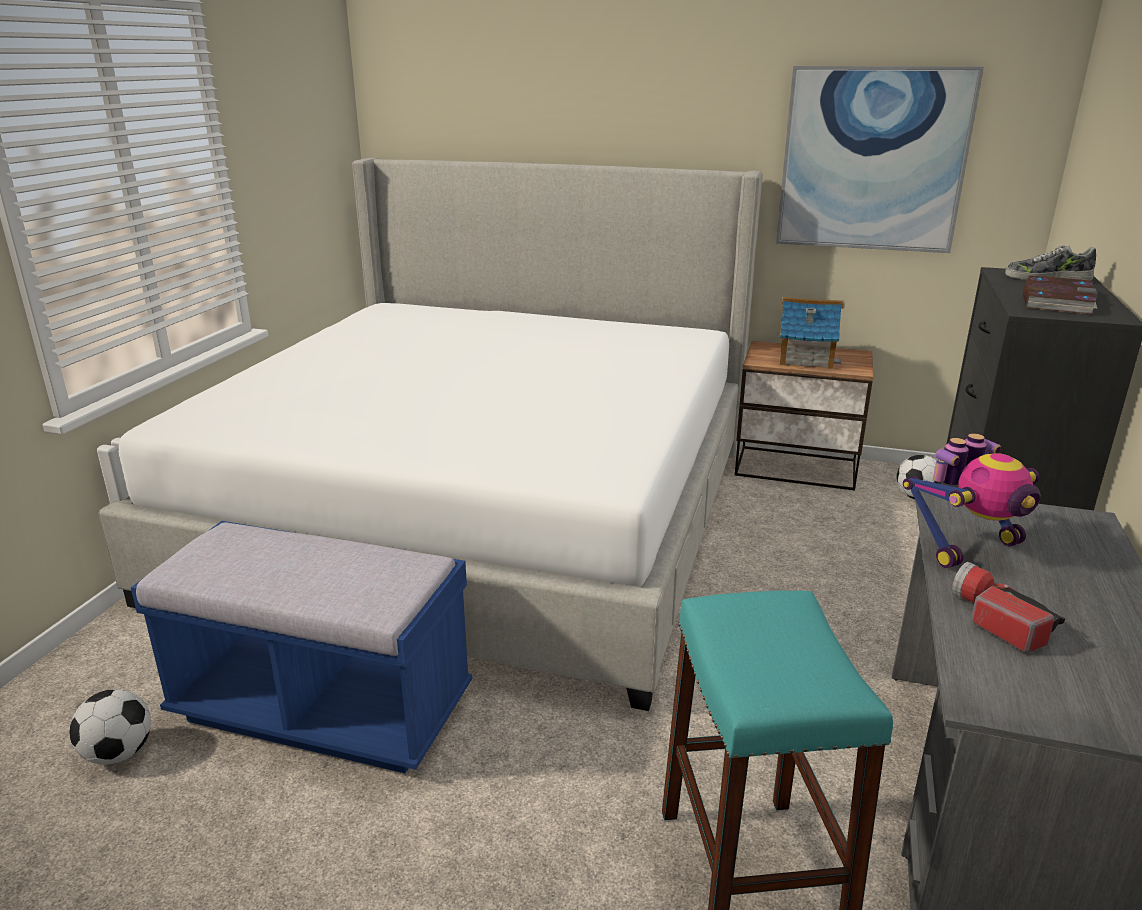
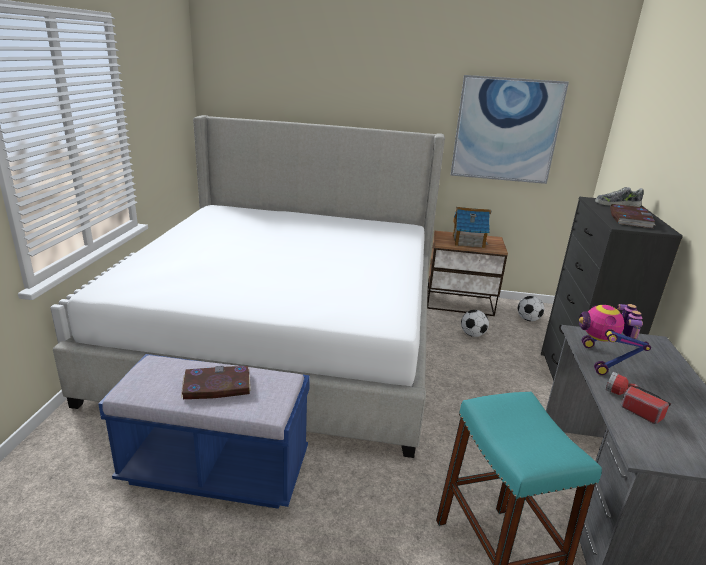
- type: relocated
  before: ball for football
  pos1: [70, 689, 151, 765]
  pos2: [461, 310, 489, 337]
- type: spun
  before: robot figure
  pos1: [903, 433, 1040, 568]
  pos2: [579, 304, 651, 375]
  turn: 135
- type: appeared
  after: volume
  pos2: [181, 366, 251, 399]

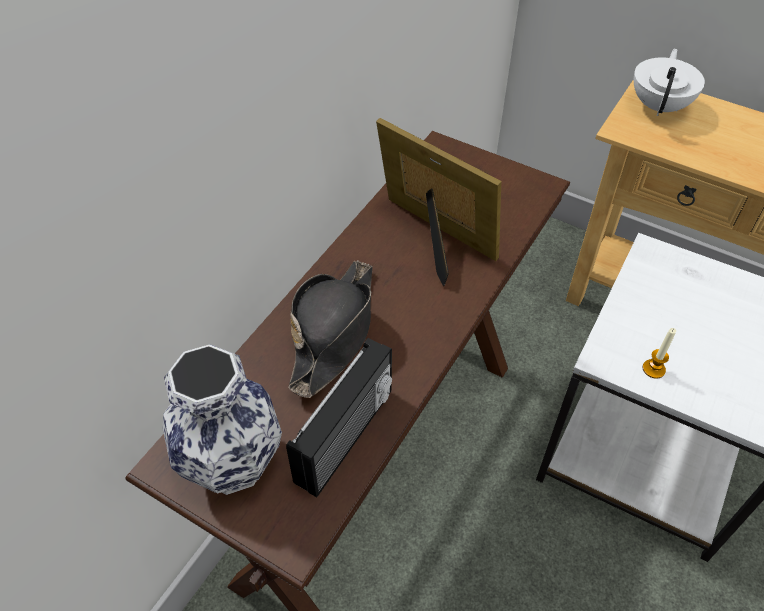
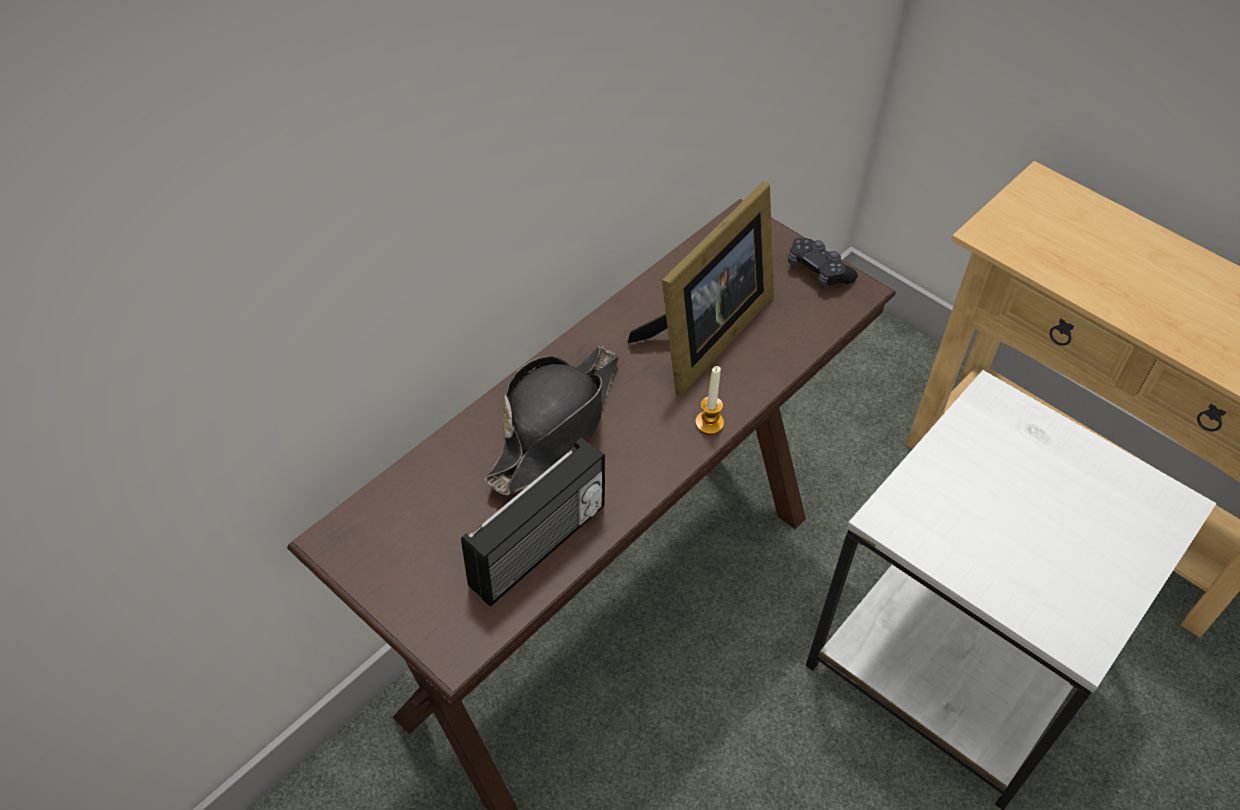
- type: missing
  before: vase
  pos1: [163, 344, 282, 495]
- type: spun
  before: standing frame
  pos1: [376, 118, 501, 286]
  pos2: [628, 181, 774, 396]
  turn: 75
- type: missing
  before: white-coloured pot for tea
  pos1: [634, 49, 705, 116]
- type: relocated
  before: candle
  pos1: [643, 328, 676, 379]
  pos2: [695, 366, 724, 435]
- type: appeared
  after: black-coloured game controller
  pos2: [788, 238, 858, 288]

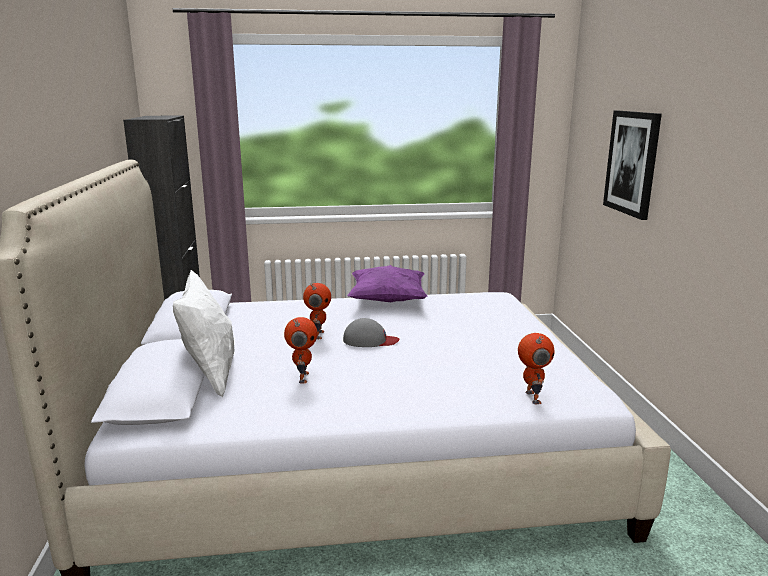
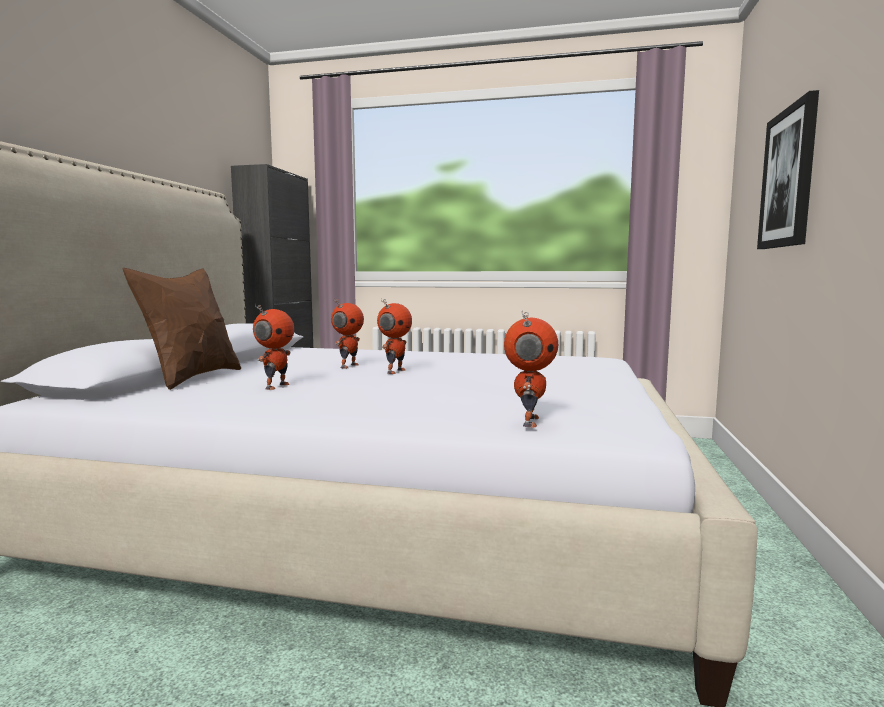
- type: colour
  before: white-coloured pillow
  after: brown pillow
  pos1: [173, 270, 234, 398]
  pos2: [123, 268, 241, 390]
- type: exchanged
  before: gray baseball cap
  after: robot figure
  pos1: [343, 318, 399, 347]
  pos2: [377, 298, 412, 374]
- type: missing
  before: purplish pillow
  pos1: [347, 265, 427, 302]

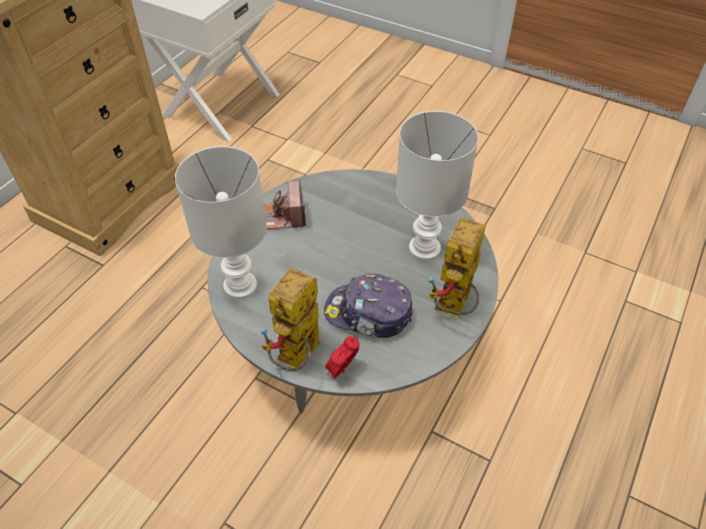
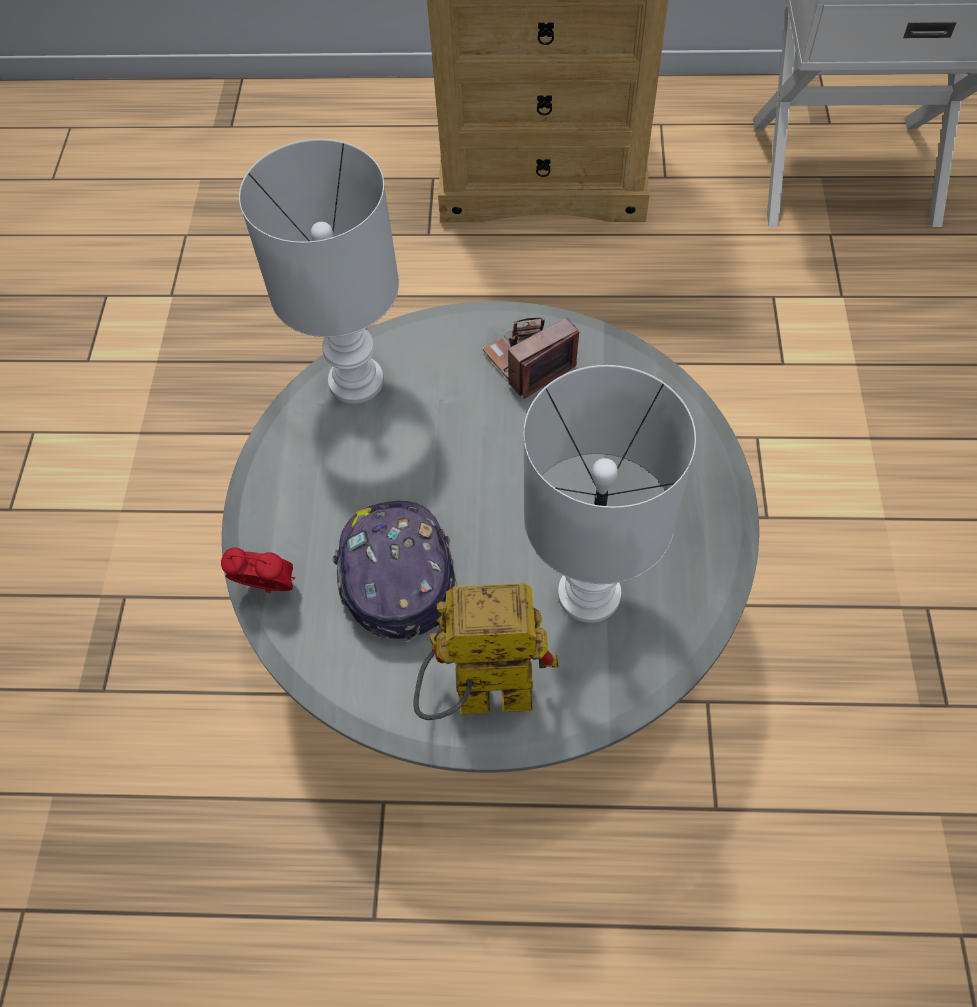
- type: missing
  before: robot figure
  pos1: [261, 268, 320, 371]

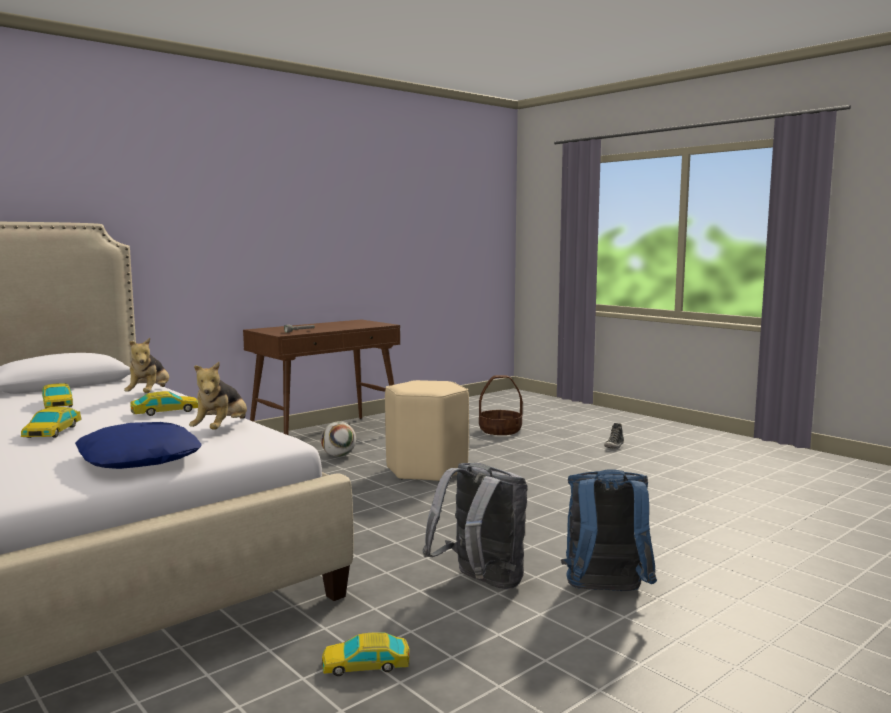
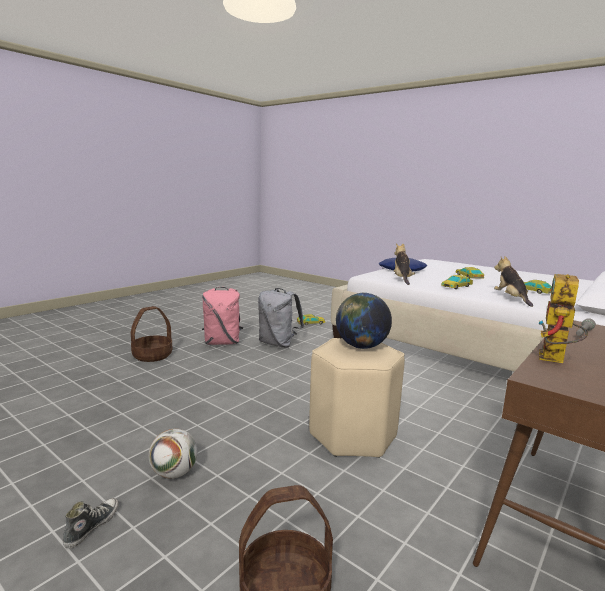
- type: relocated
  before: ball for football
  pos1: [321, 422, 356, 457]
  pos2: [149, 429, 198, 479]
- type: colour
  before: bluish rucksack
  after: pinkish rucksack
  pos1: [561, 469, 657, 591]
  pos2: [202, 287, 243, 345]
- type: appeared
  after: basket
  pos2: [131, 306, 172, 362]
- type: appeared
  after: globe
  pos2: [336, 292, 392, 349]
- type: appeared
  after: robot figure
  pos2: [538, 274, 588, 363]

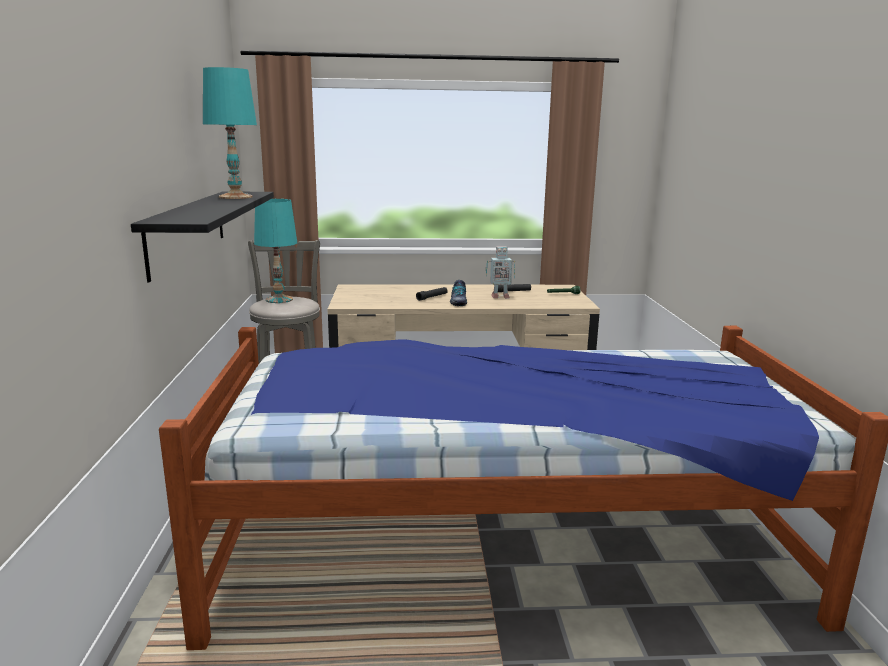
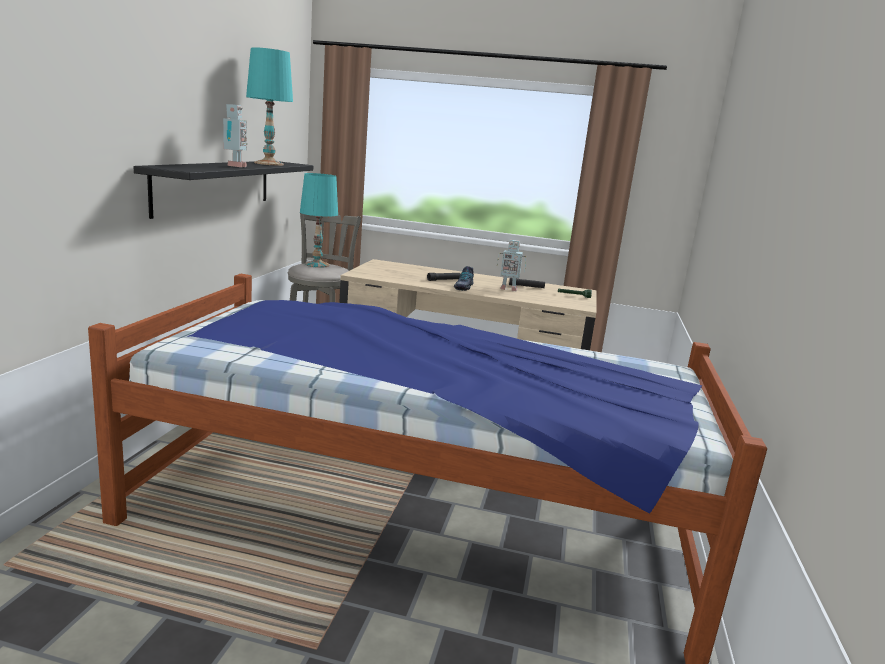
- type: appeared
  after: robot figure
  pos2: [223, 104, 248, 167]

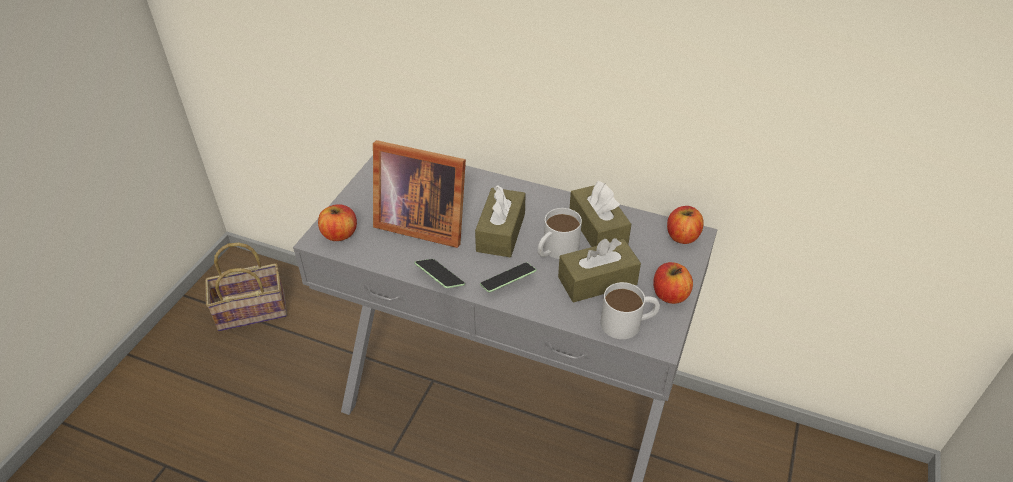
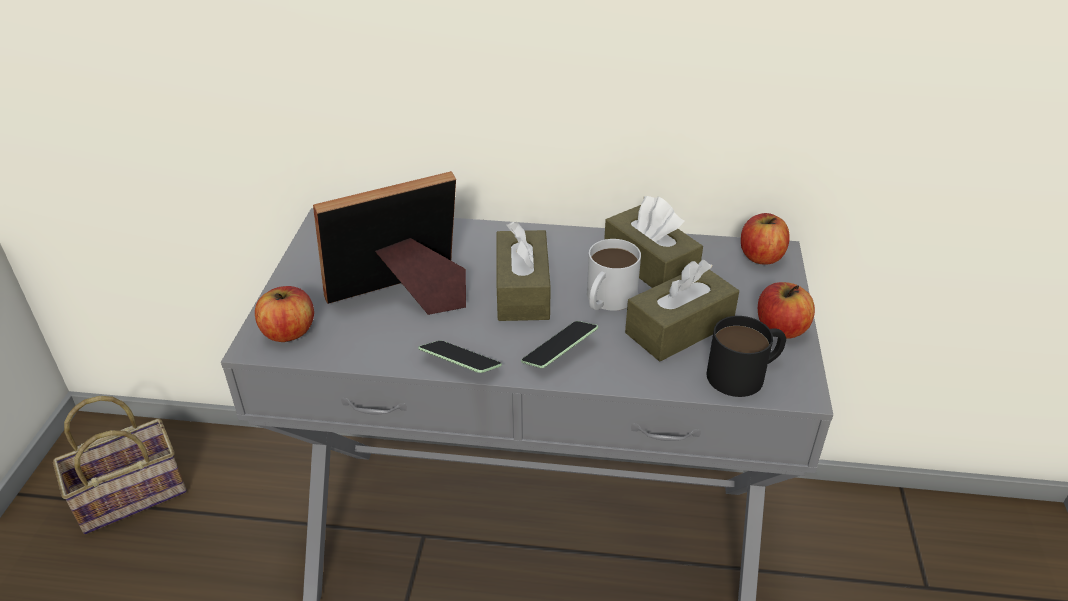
- type: spun
  before: standing frame
  pos1: [373, 140, 466, 248]
  pos2: [313, 171, 466, 315]
  turn: 150
- type: colour
  before: white-coloured tea mug
  after: black-coloured tea mug
  pos1: [600, 282, 660, 339]
  pos2: [707, 316, 786, 397]

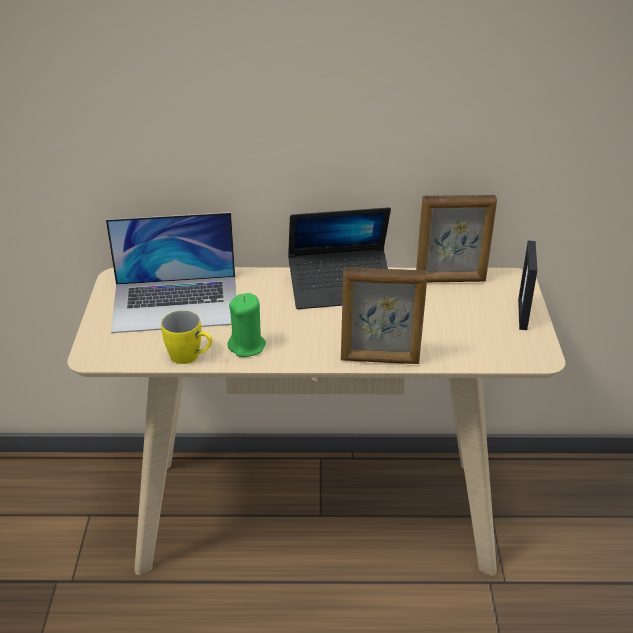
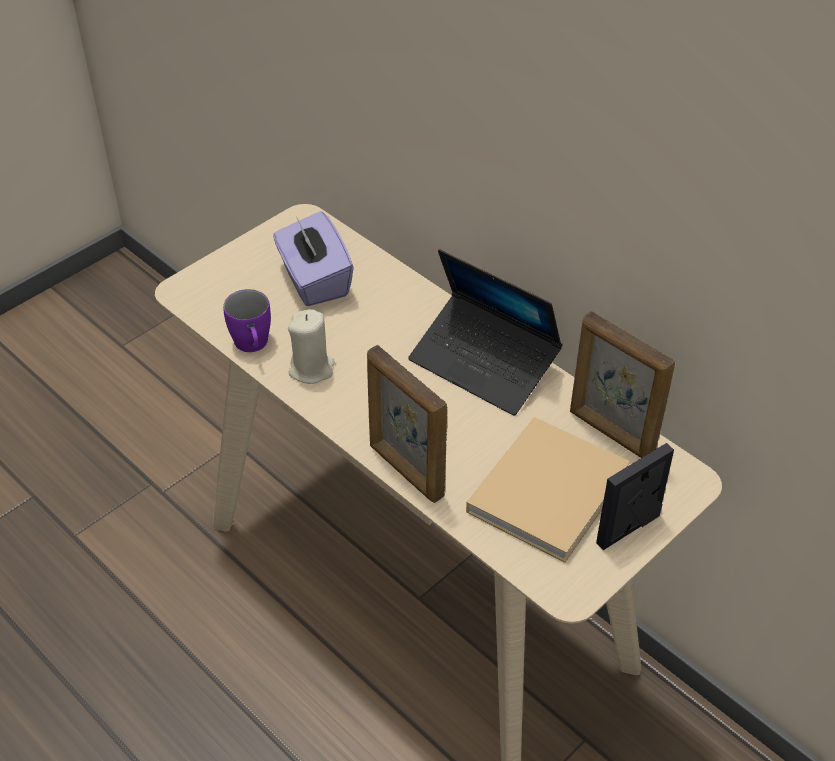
- type: exchanged
  before: notebook computer
  after: purplish box of tissues
  pos1: [106, 212, 237, 333]
  pos2: [273, 211, 354, 306]
- type: colour
  before: yellowish tea mug
  after: purplish tea mug
  pos1: [161, 310, 212, 364]
  pos2: [223, 289, 271, 352]
- type: colour
  before: green candle
  after: sand-coloured candle
  pos1: [228, 293, 266, 357]
  pos2: [288, 309, 335, 384]
- type: appeared
  after: sand-coloured volume
  pos2: [466, 417, 630, 563]

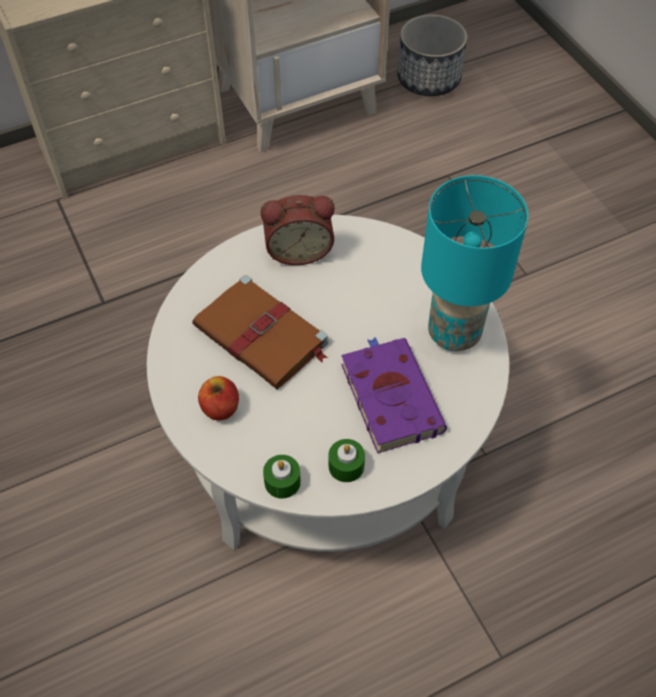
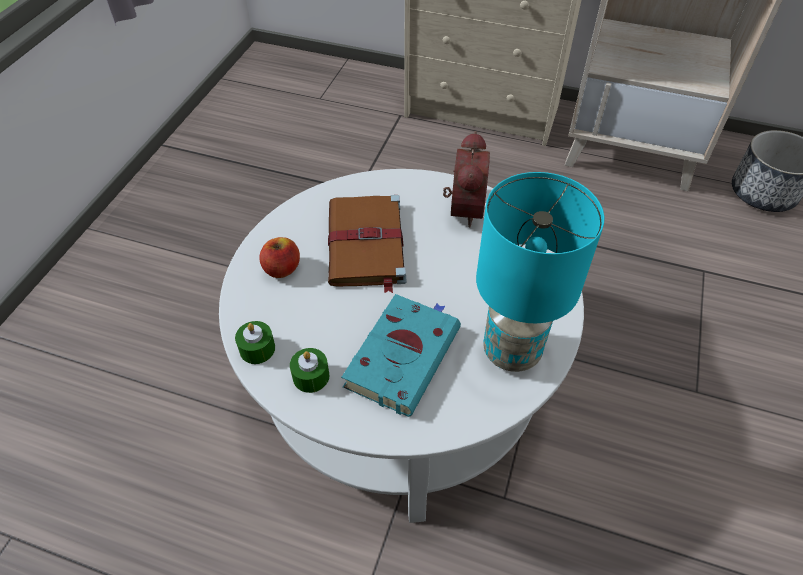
- type: spun
  before: table clock
  pos1: [261, 195, 334, 265]
  pos2: [443, 131, 490, 228]
  turn: -120
- type: colour
  before: purplish volume
  after: turquoise-coloured volume
  pos1: [341, 337, 447, 453]
  pos2: [341, 294, 461, 417]

